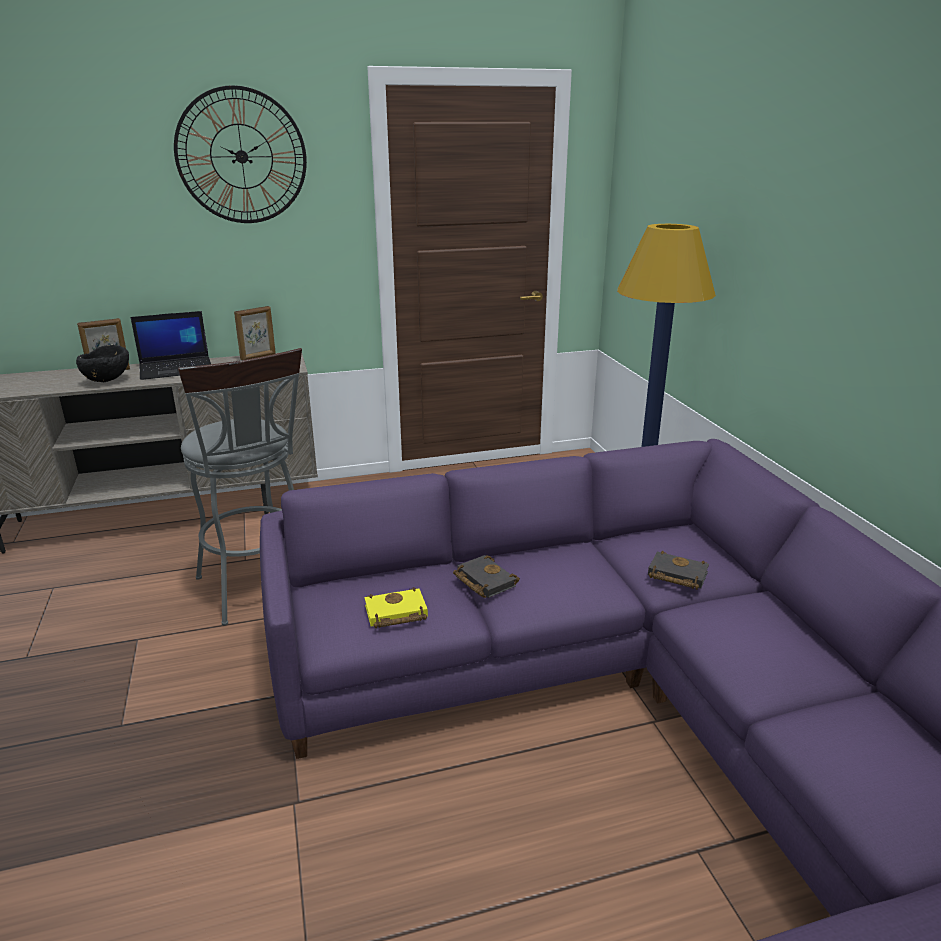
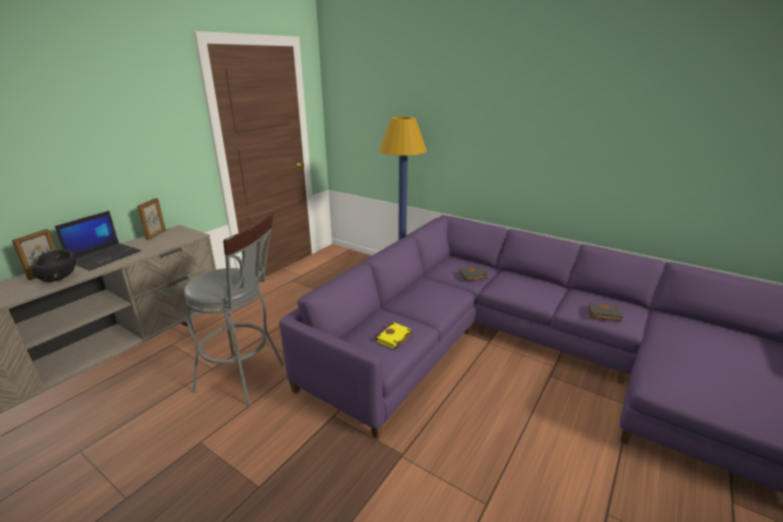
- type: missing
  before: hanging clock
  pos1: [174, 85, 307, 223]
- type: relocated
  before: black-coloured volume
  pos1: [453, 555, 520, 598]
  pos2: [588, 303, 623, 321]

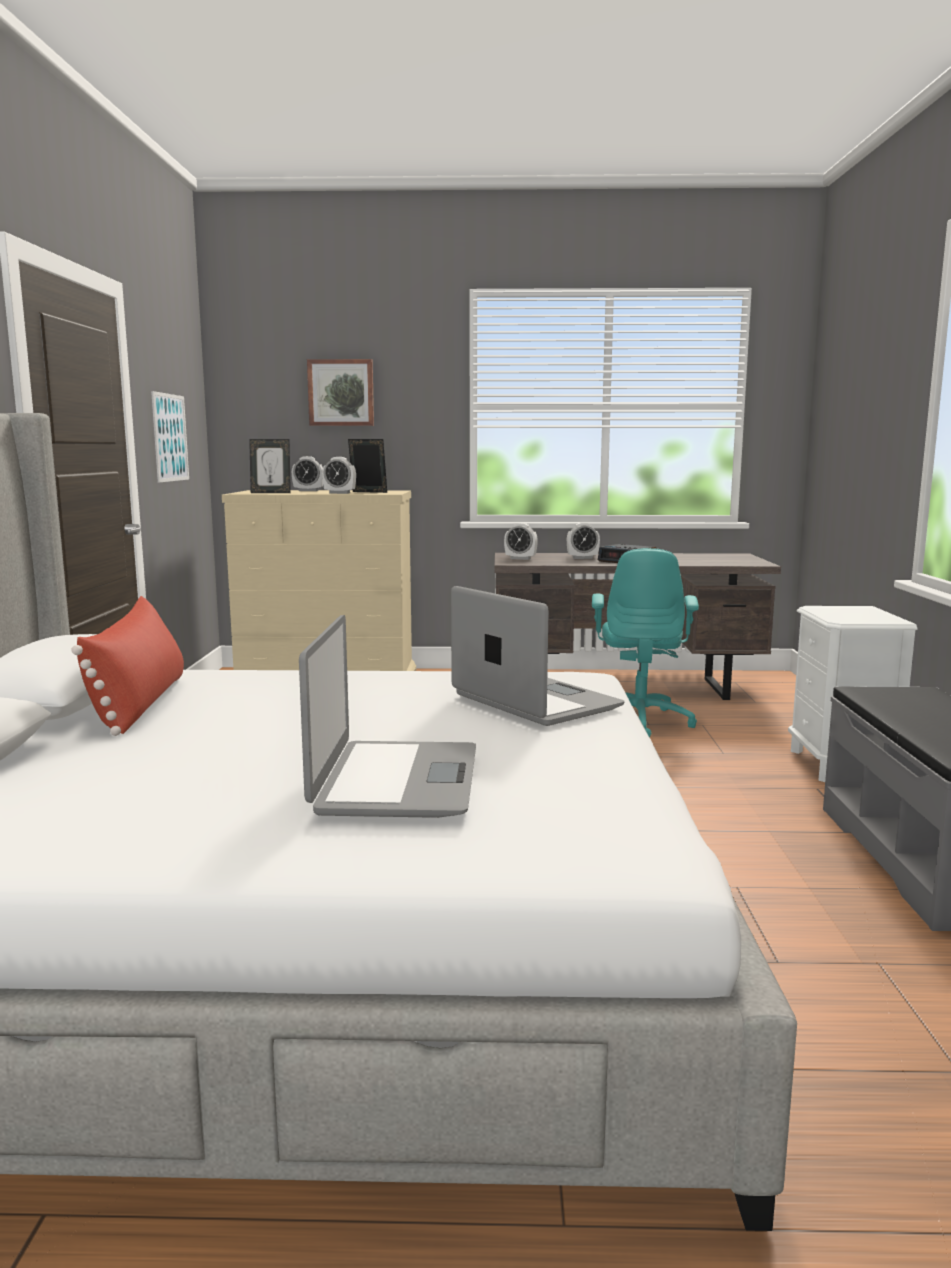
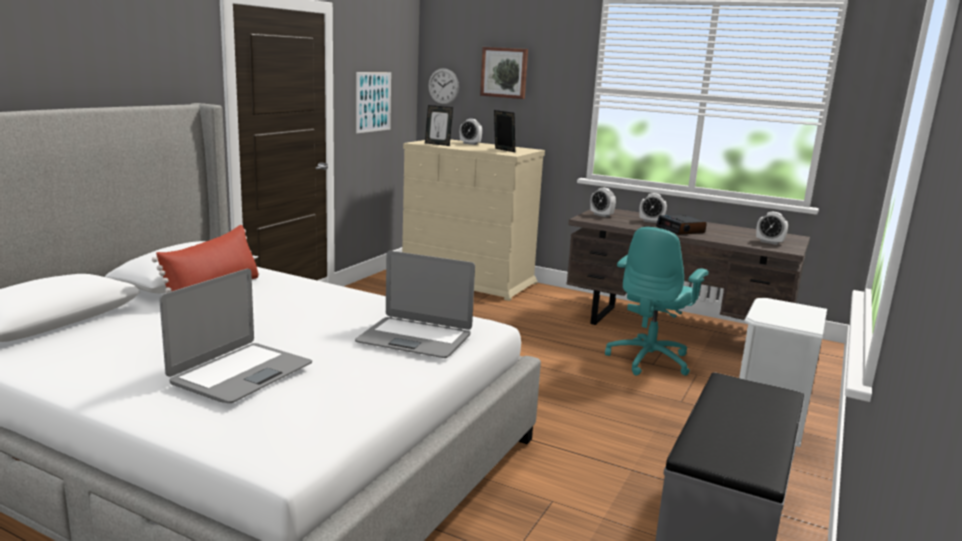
- type: relocated
  before: table clock
  pos1: [322, 457, 356, 494]
  pos2: [756, 211, 788, 245]
- type: spun
  before: notebook computer
  pos1: [451, 586, 625, 726]
  pos2: [355, 251, 475, 358]
  turn: 120
- type: appeared
  after: hanging clock
  pos2: [428, 68, 459, 105]

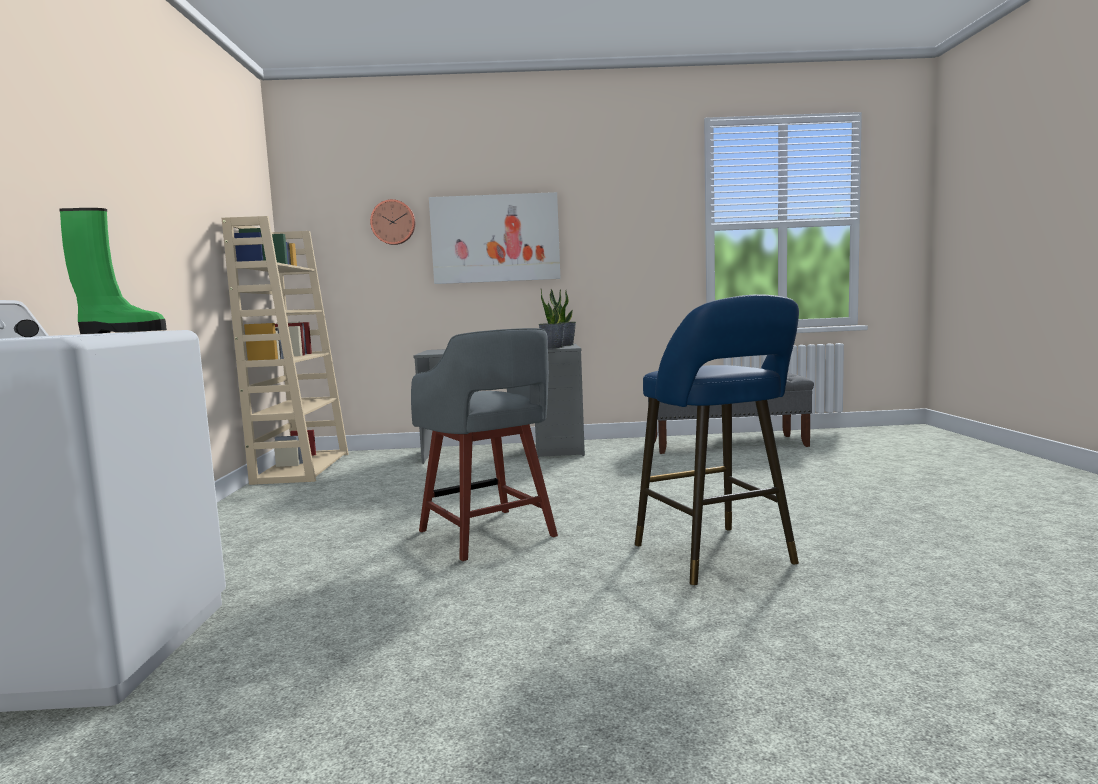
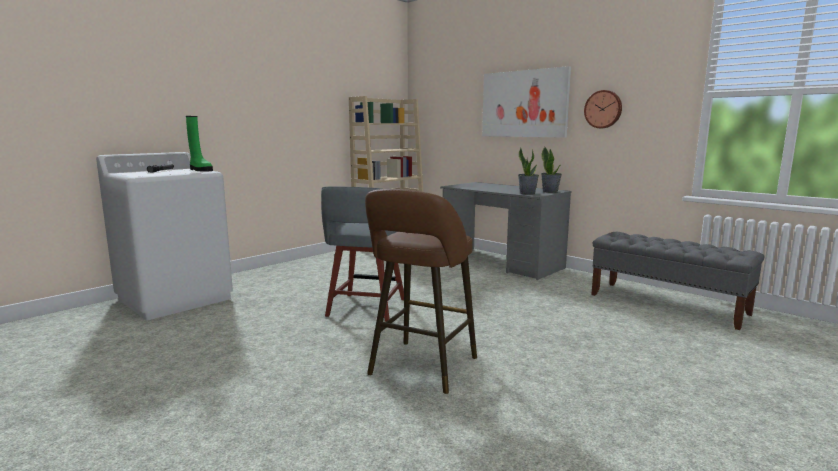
- type: relocated
  before: hanging clock
  pos1: [370, 199, 415, 245]
  pos2: [584, 90, 622, 128]
- type: colour
  before: bluish stool seat
  after: brown stool seat
  pos1: [635, 294, 799, 585]
  pos2: [365, 189, 477, 394]

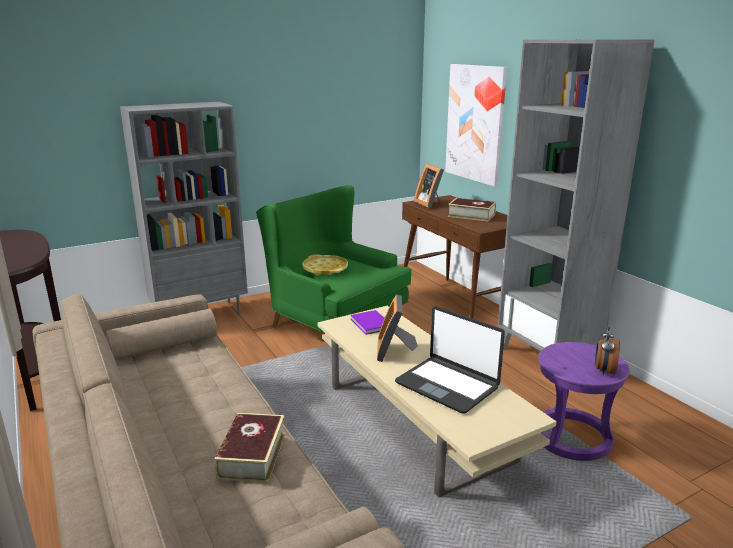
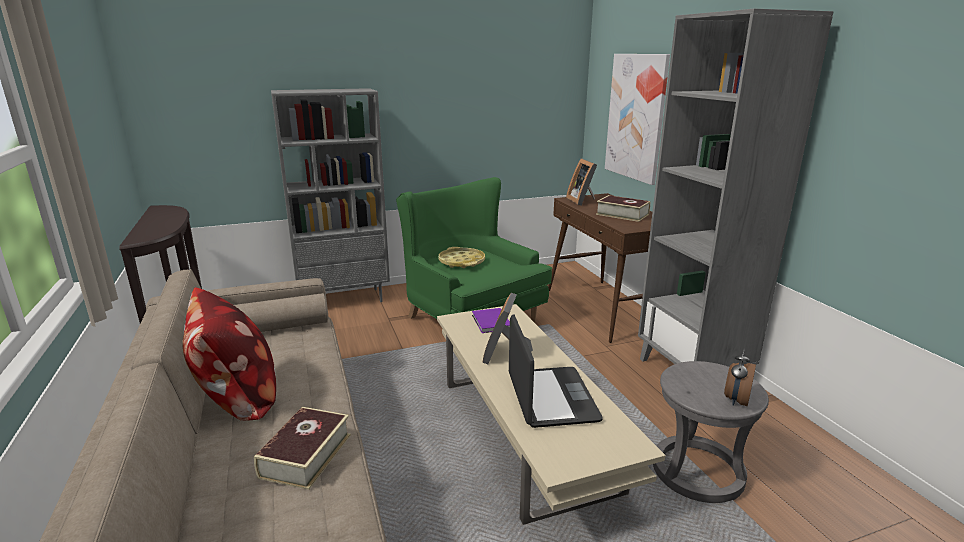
- type: spun
  before: notebook computer
  pos1: [395, 306, 505, 414]
  pos2: [509, 314, 603, 428]
  turn: -150
- type: colour
  before: purplish stool seat
  after: gray stool seat
  pos1: [538, 342, 630, 461]
  pos2: [653, 361, 769, 503]
- type: appeared
  after: pillow
  pos2: [182, 287, 276, 421]

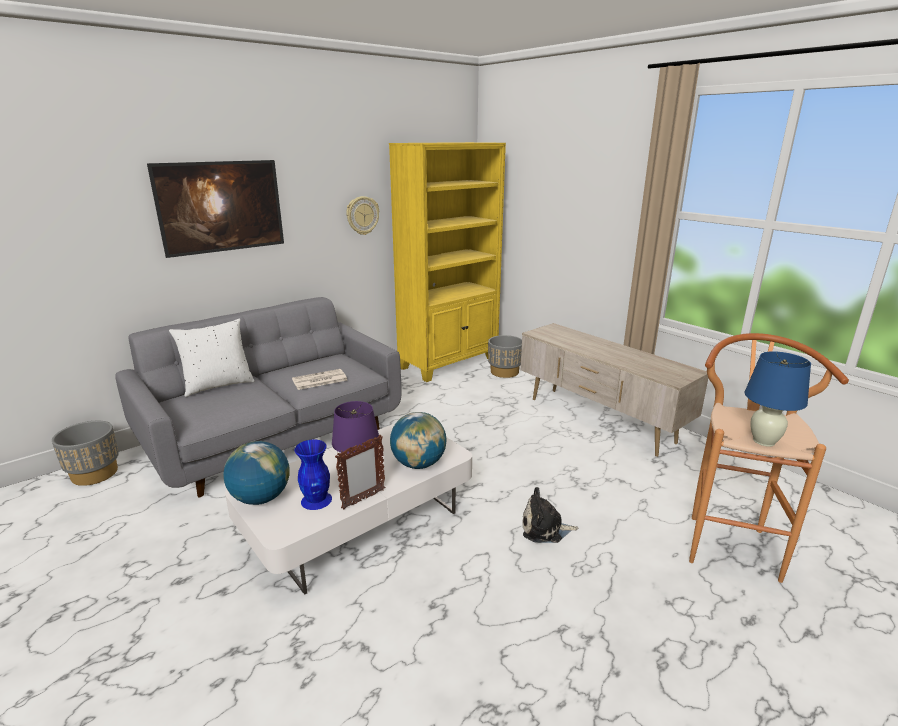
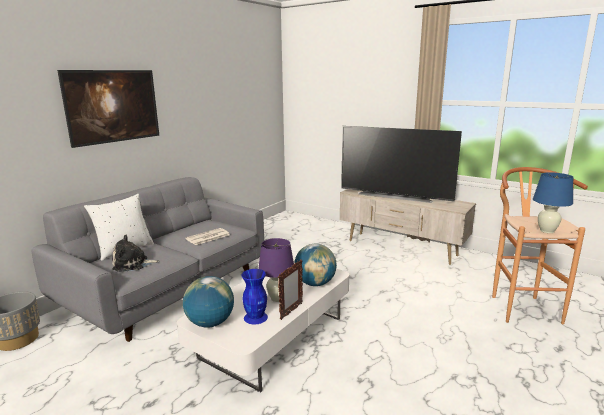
- type: missing
  before: hanging clock
  pos1: [346, 196, 379, 235]
- type: missing
  before: yellowish bookcase
  pos1: [389, 142, 506, 382]
- type: missing
  before: gray plant pot
  pos1: [488, 335, 522, 378]
- type: relocated
  before: plush toy
  pos1: [523, 487, 578, 543]
  pos2: [112, 235, 160, 272]
- type: appeared
  after: TV
  pos2: [341, 126, 462, 203]

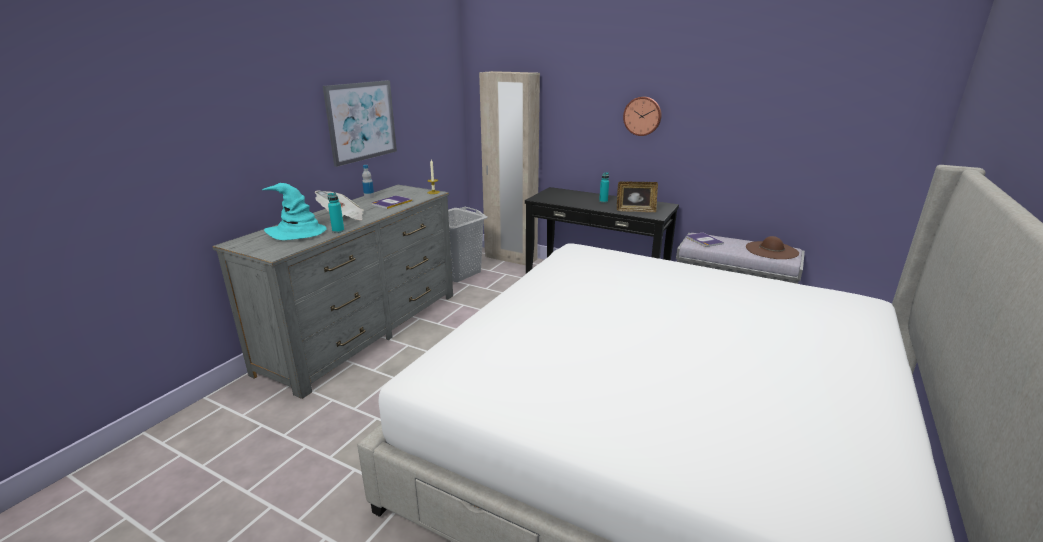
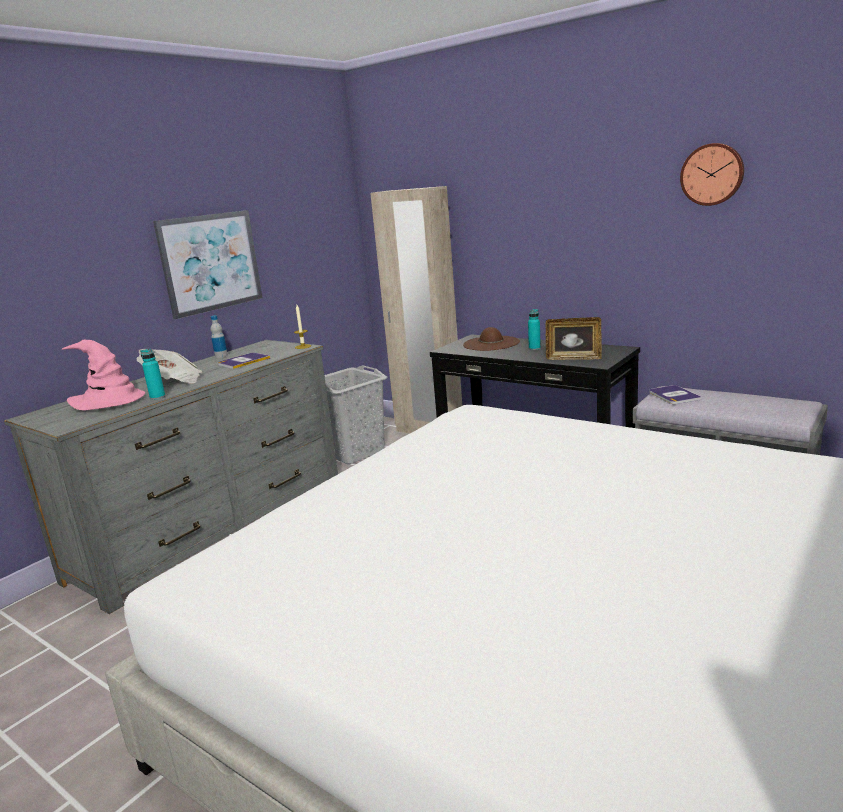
- type: colour
  before: turquoise-coloured hat
  after: pinkish hat
  pos1: [262, 183, 327, 240]
  pos2: [62, 340, 145, 410]
- type: relocated
  before: hanging clock
  pos1: [623, 97, 662, 136]
  pos2: [680, 143, 744, 206]
- type: relocated
  before: brown hat
  pos1: [746, 236, 799, 259]
  pos2: [463, 327, 520, 351]

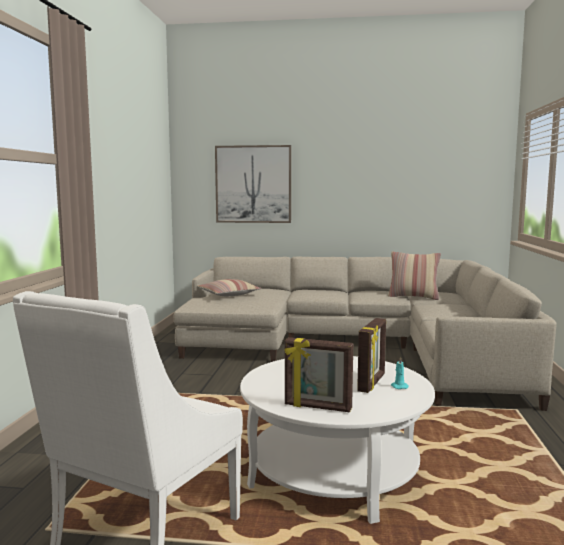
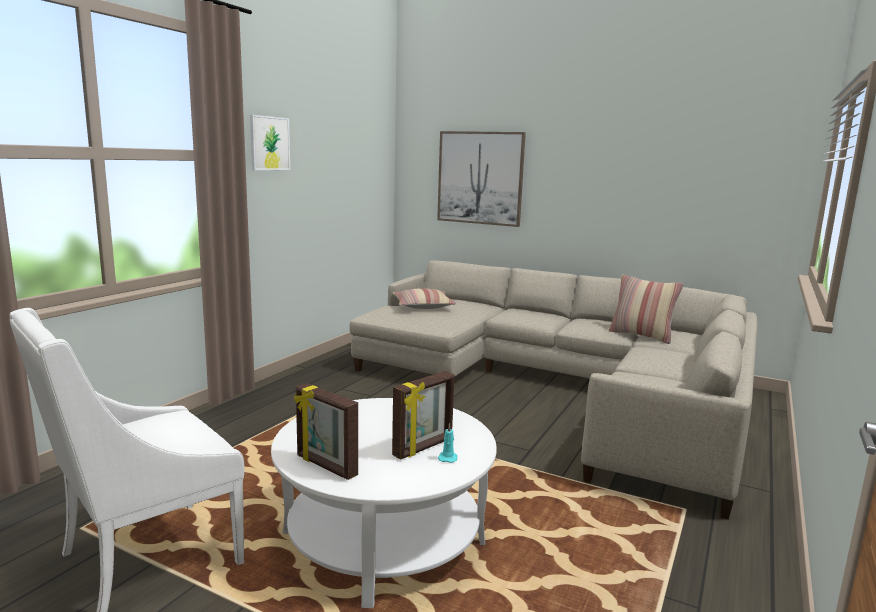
- type: appeared
  after: picture
  pos2: [250, 115, 290, 170]

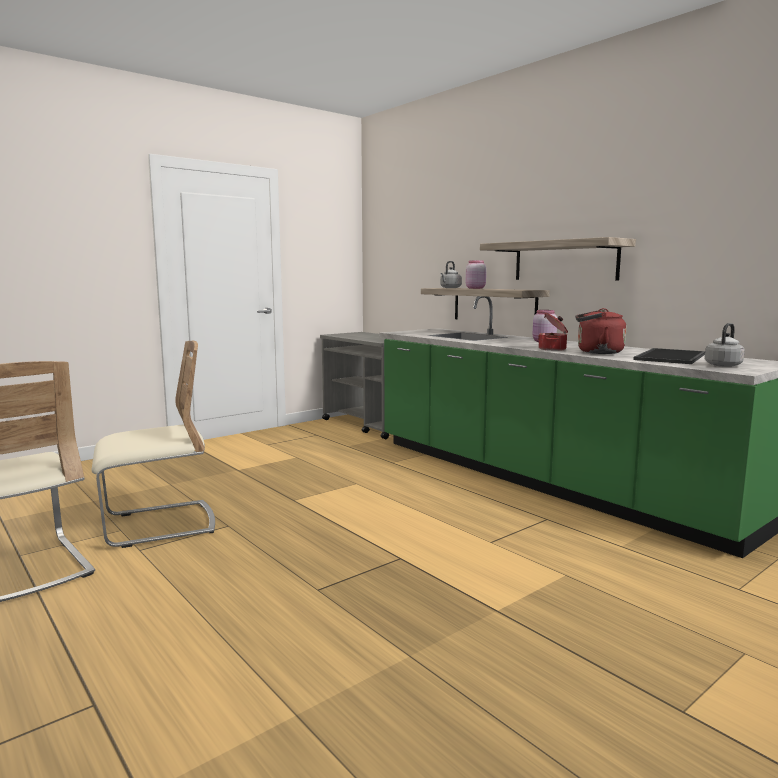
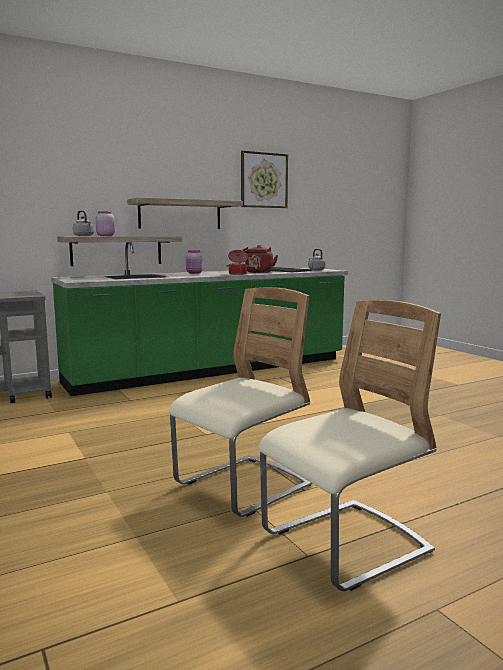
- type: spun
  before: sand-coloured chair
  pos1: [91, 341, 215, 548]
  pos2: [169, 287, 312, 517]
  turn: 60
- type: appeared
  after: picture
  pos2: [241, 150, 288, 208]

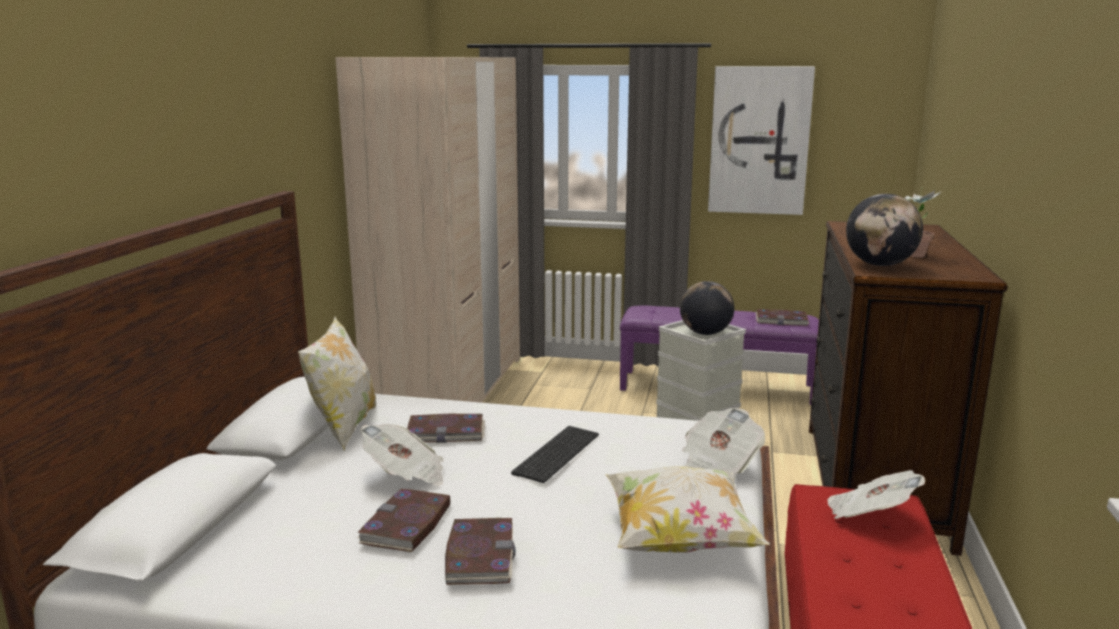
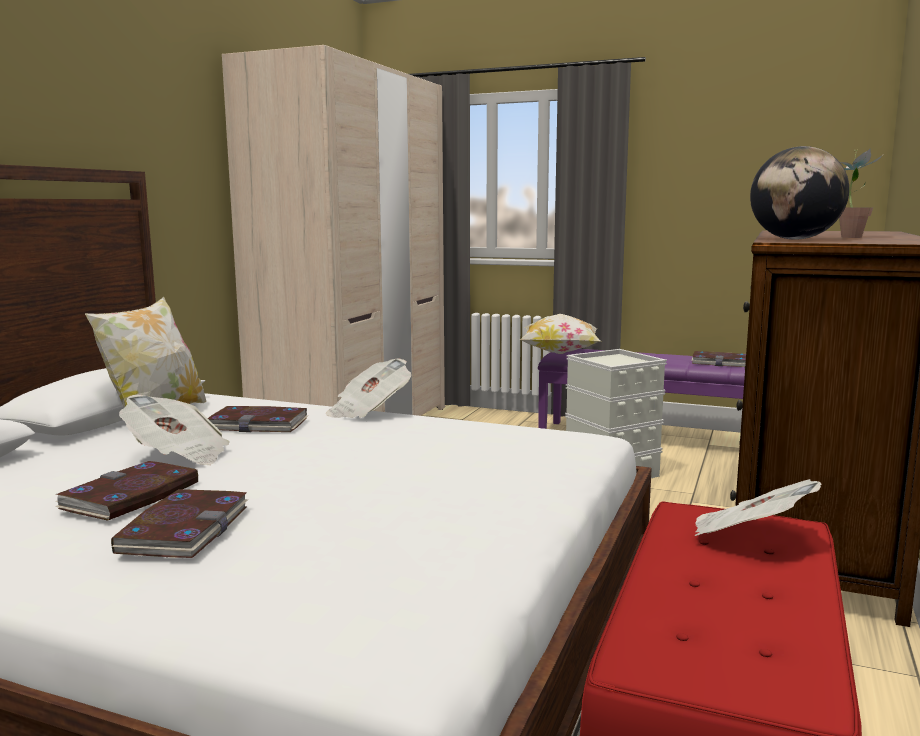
- type: missing
  before: PC keyboard
  pos1: [511, 426, 599, 483]
- type: relocated
  before: pillow
  pos1: [605, 466, 770, 553]
  pos2: [520, 314, 600, 354]
- type: missing
  before: globe
  pos1: [680, 281, 734, 335]
- type: relocated
  before: printed paper
  pos1: [682, 408, 765, 480]
  pos2: [326, 359, 411, 418]
- type: missing
  before: picture
  pos1: [708, 66, 815, 215]

